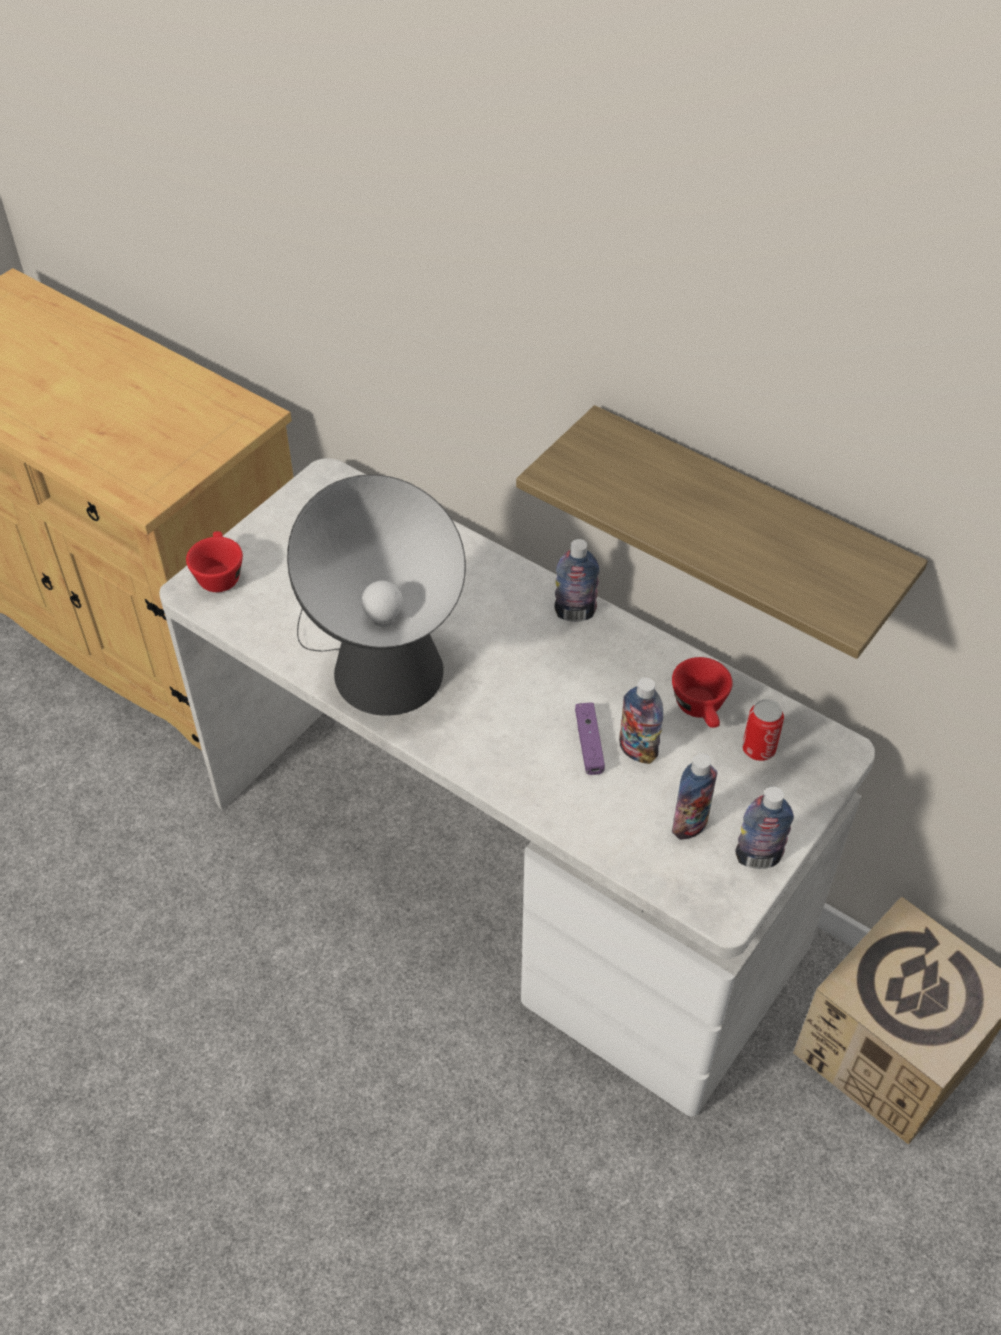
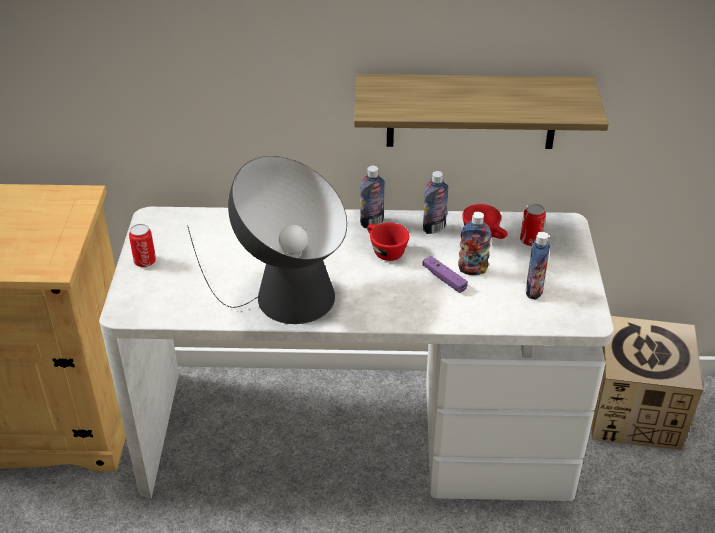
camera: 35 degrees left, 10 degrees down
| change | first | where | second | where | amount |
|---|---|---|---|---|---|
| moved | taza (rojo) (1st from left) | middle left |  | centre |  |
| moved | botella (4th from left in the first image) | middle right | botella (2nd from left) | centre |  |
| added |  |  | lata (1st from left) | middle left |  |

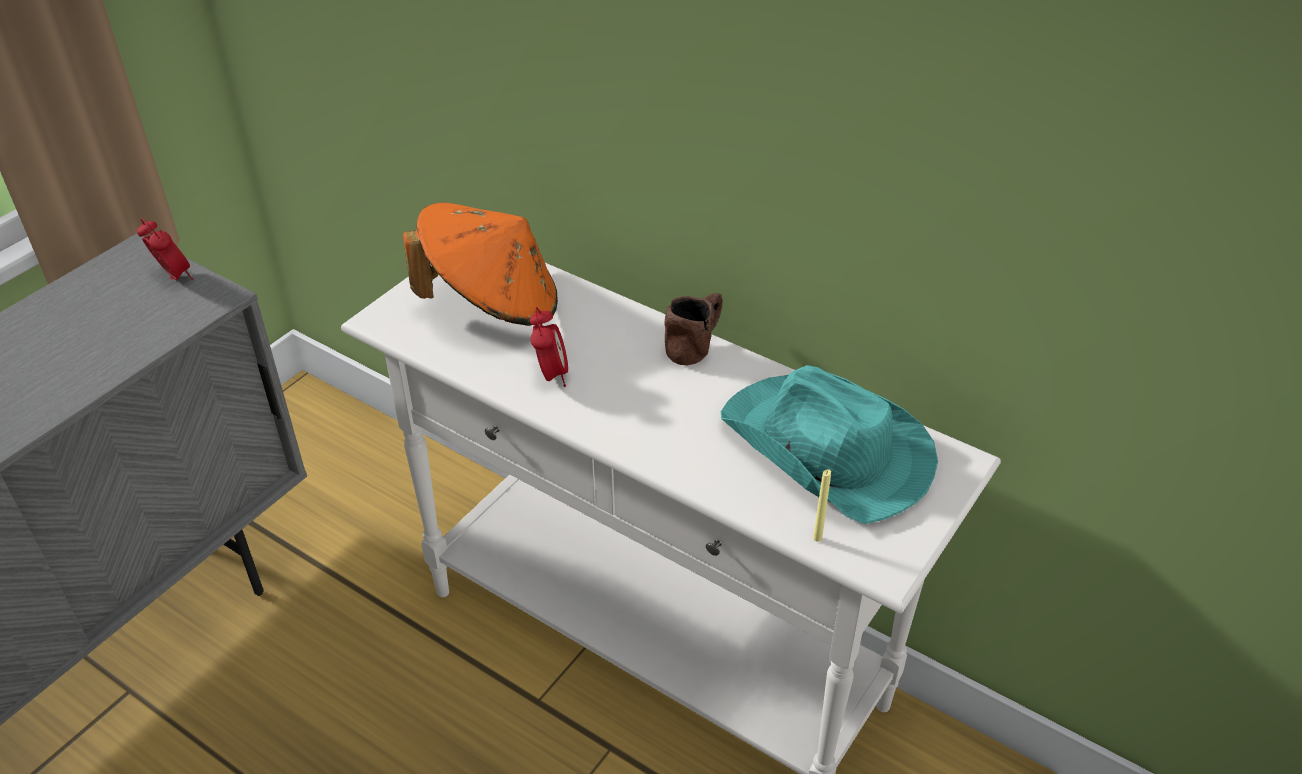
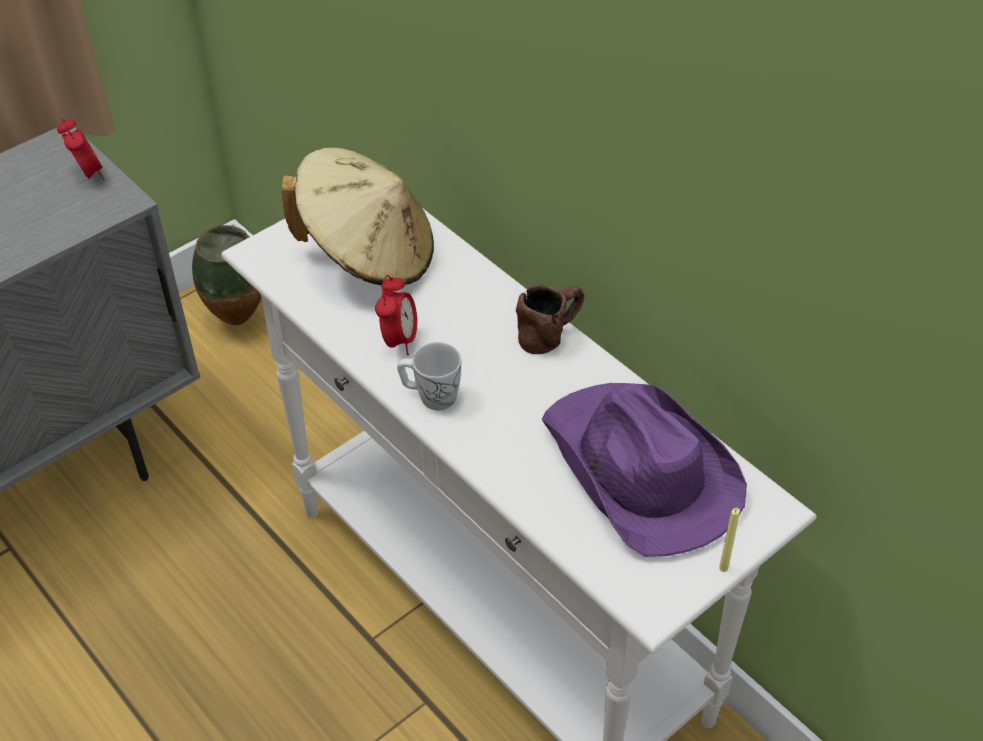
camera: 15 degrees right, 5 degrees up
| change | first | where | second | where | amount |
|---|---|---|---|---|---|
| recoloured | sombrero (naranja) | centre | sombrero (beis) | top centre |  |
| recoloured | sombrero (turquesa) | centre | sombrero (morado) | centre |  |
| moved | vela (amarillo) | centre |  | bottom right |  |
| added |  |  | florero | middle left |  |
| added |  |  | taza grande (blanco) | centre |  |

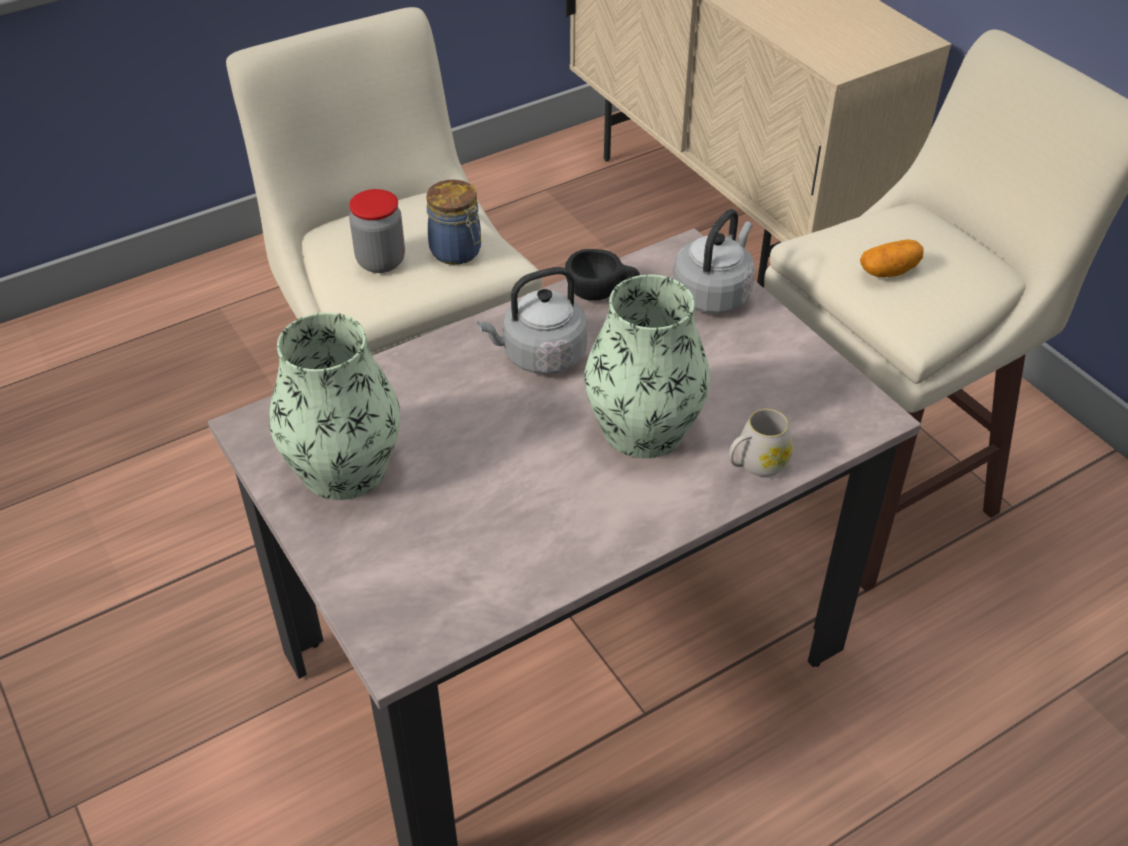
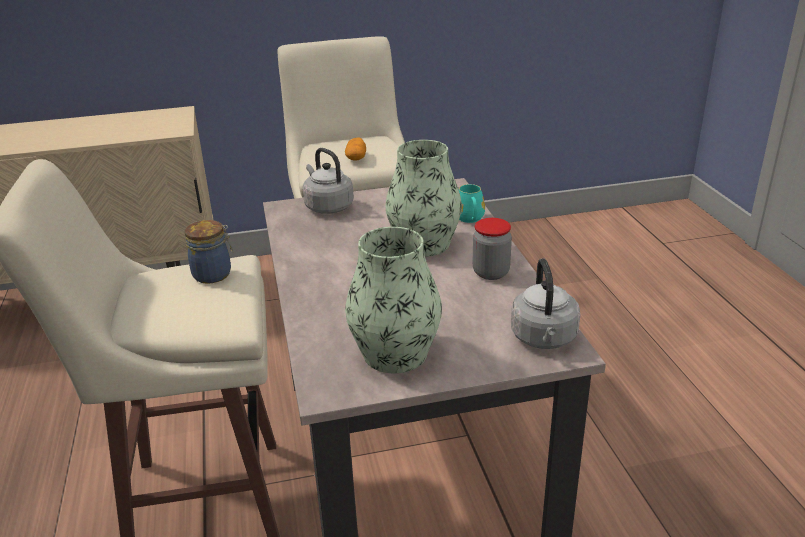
camera: 70 degrees left, 15 degrees down
| change | first | where | second | where | amount |
|---|---|---|---|---|---|
| moved | tarro (1st from left in the first image) | top centre | tarro (2nd from left) | centre |  |
| removed | taza (negro) | top centre |  |  |  |
| moved | hervidor (gris) (1st from left in the first image) | centre | hervidor (gris) (2nd from left) | middle right |  |
| recoloured | taza grande (blanco) | middle right | taza grande (turquesa) | centre |  |

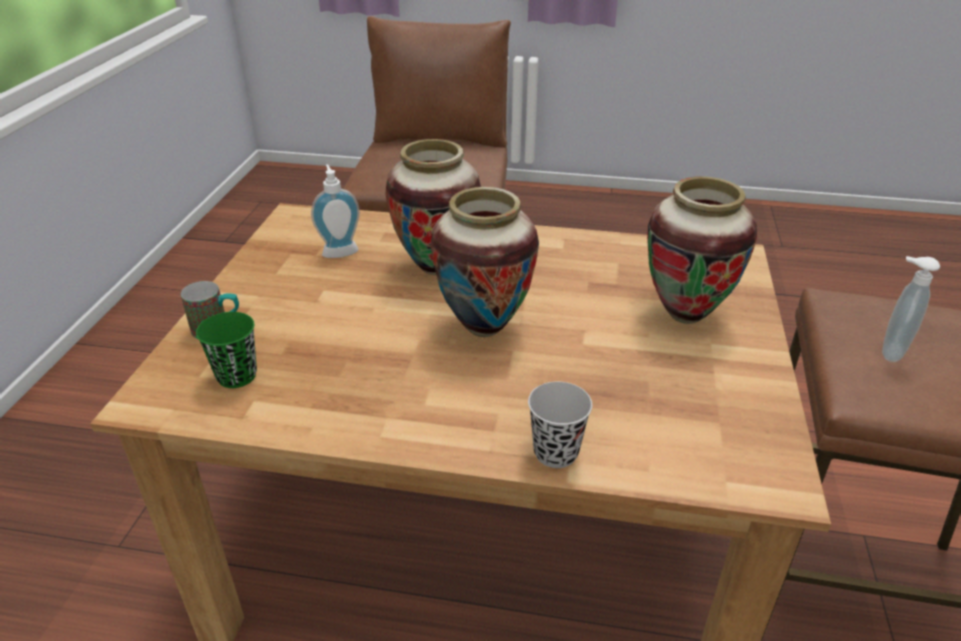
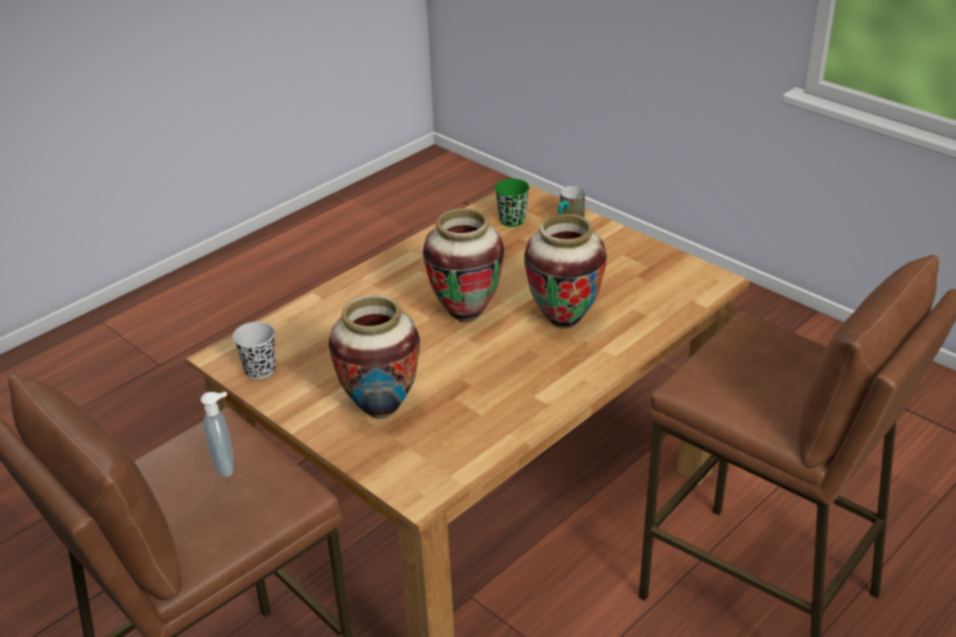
camera: 125 degrees right, 0 degrees up
| change | first | where | second | where | amount |
|---|---|---|---|---|---|
| removed | dispensador de jabón (1st from left) | top centre |  |  |  |
| moved | taza (negro) | centre |  | middle left |  |

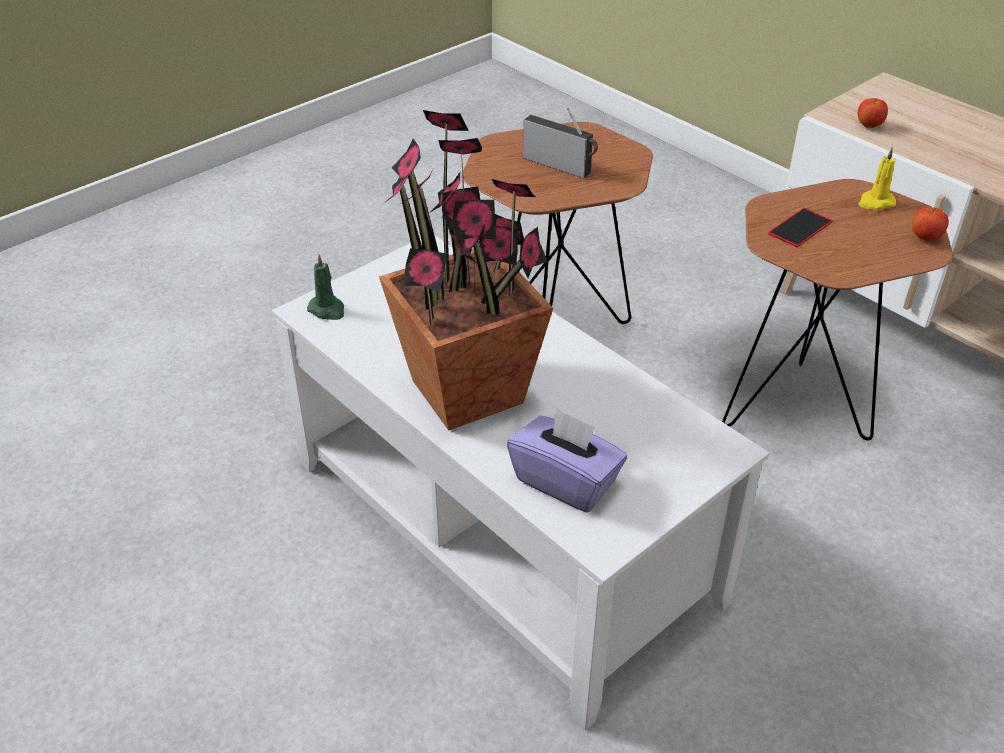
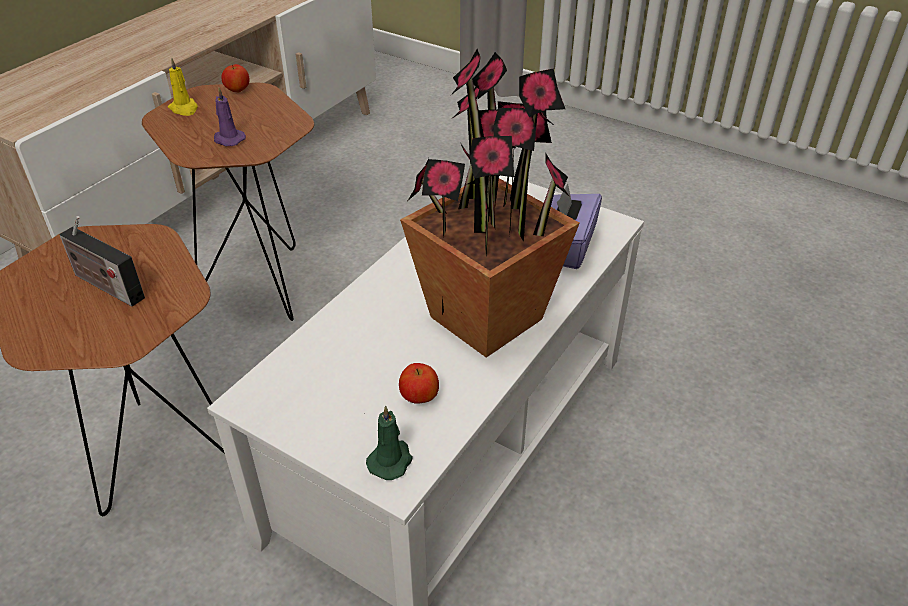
camera: 105 degrees left, 0 degrees up
| change | first | where | second | where | amount |
|---|---|---|---|---|---|
| moved | manzana (1st from left in the first image) | top right | manzana (2nd from left) | centre |  |
| turned | radio | top centre |  | middle left | 75 degrees counterclockwise |
| replaced | móvil | top right | vela (morado) | top left |  |

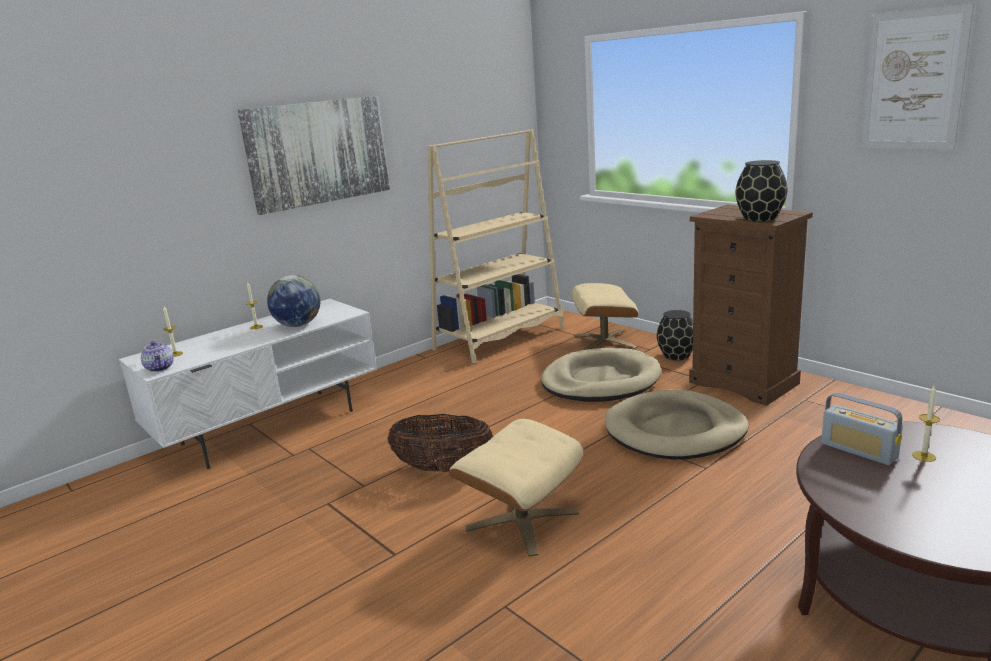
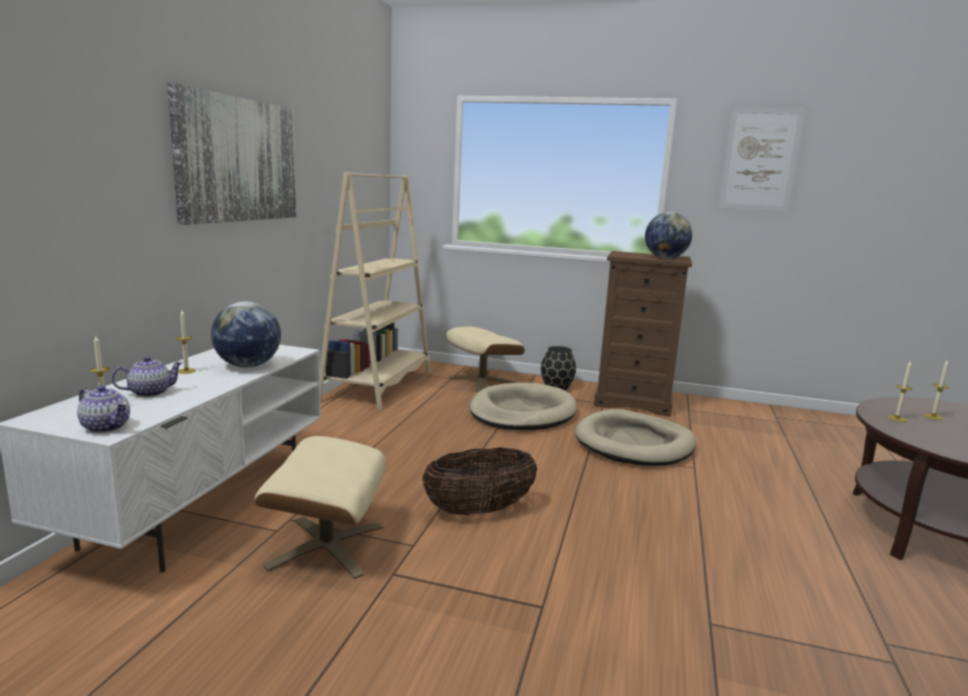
camera: 35 degrees left, 5 degrees down
| change | first | where | second | where | amount |
|---|---|---|---|---|---|
| replaced | florero (negro) (2nd from left) | top right | globo terráqueo (2nd from left) | middle right |  |
| replaced | radio | middle right | vela (3rd from left) | middle right |  |
| moved | puf (beis) (1st from left) | bottom centre |  | bottom left |  |
| added |  |  | tetera (2nd from left) | middle left |  |

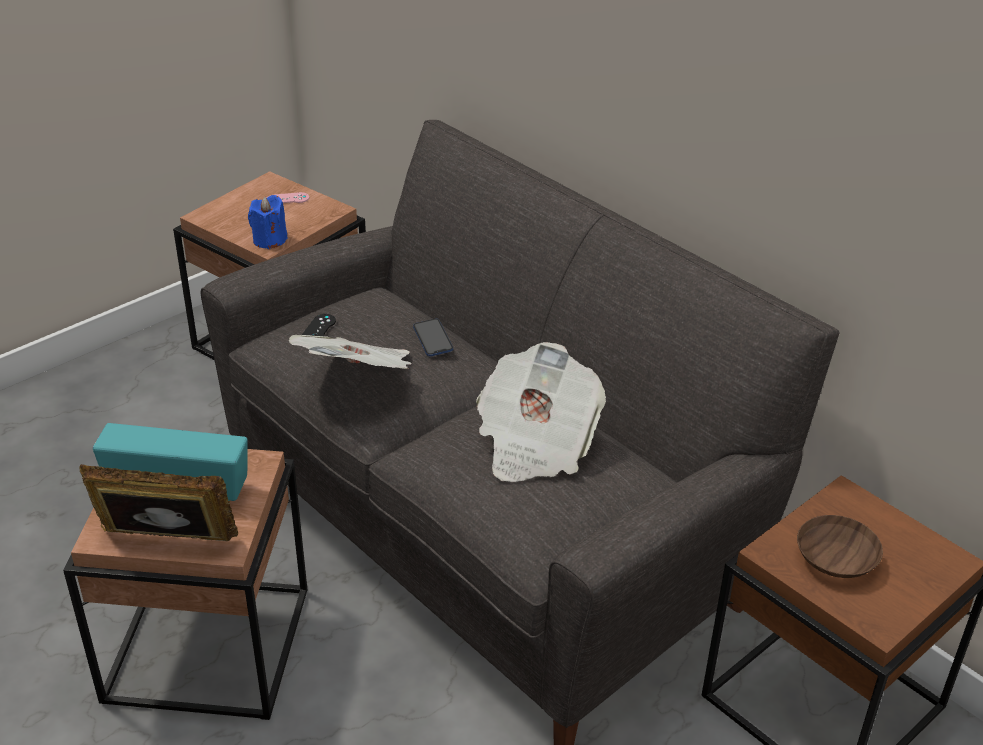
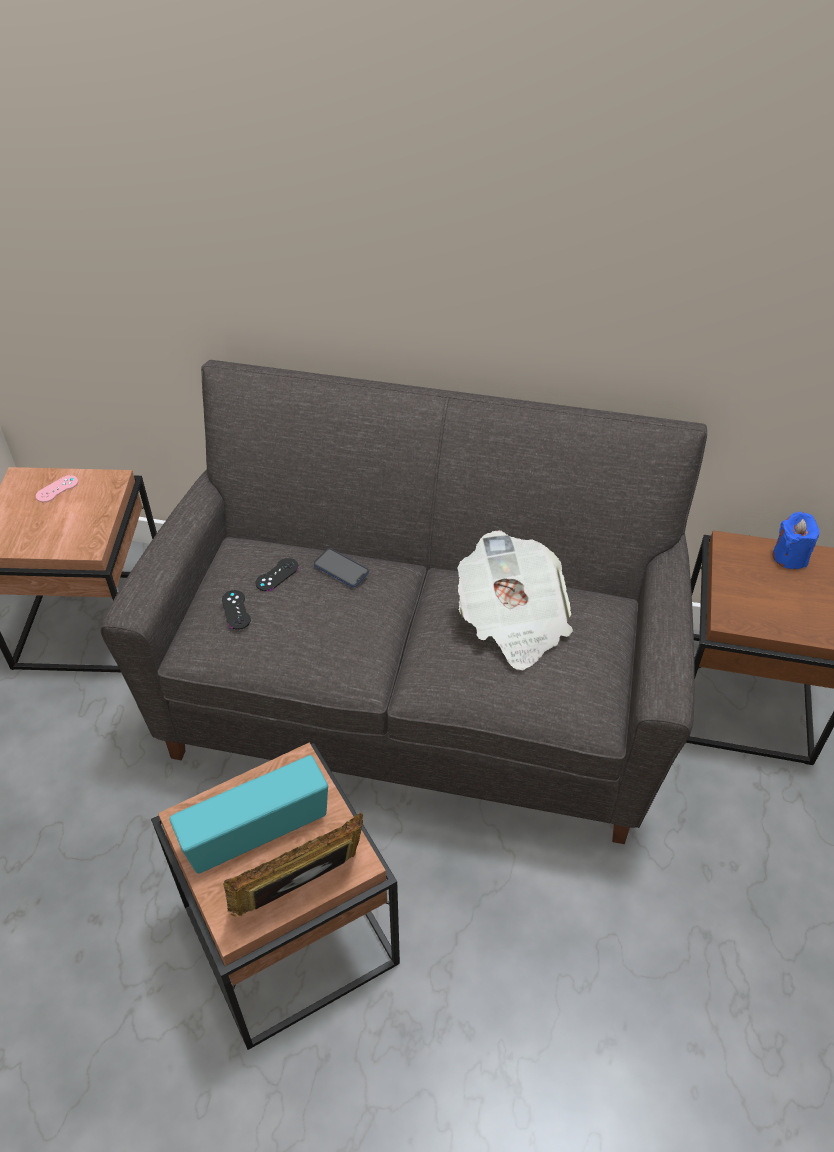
camera: 35 degrees left, 10 degrees up
| change | first | where | second | where | amount |
|---|---|---|---|---|---|
| moved | vela (azul) | top left |  | middle right |  |
| removed | periódico (1st from left) | centre |  |  |  |
| removed | cuenco (marrón) | bottom right |  |  |  |
| added |  |  | mando de consola (negro) (2nd from left) | middle left |  |

